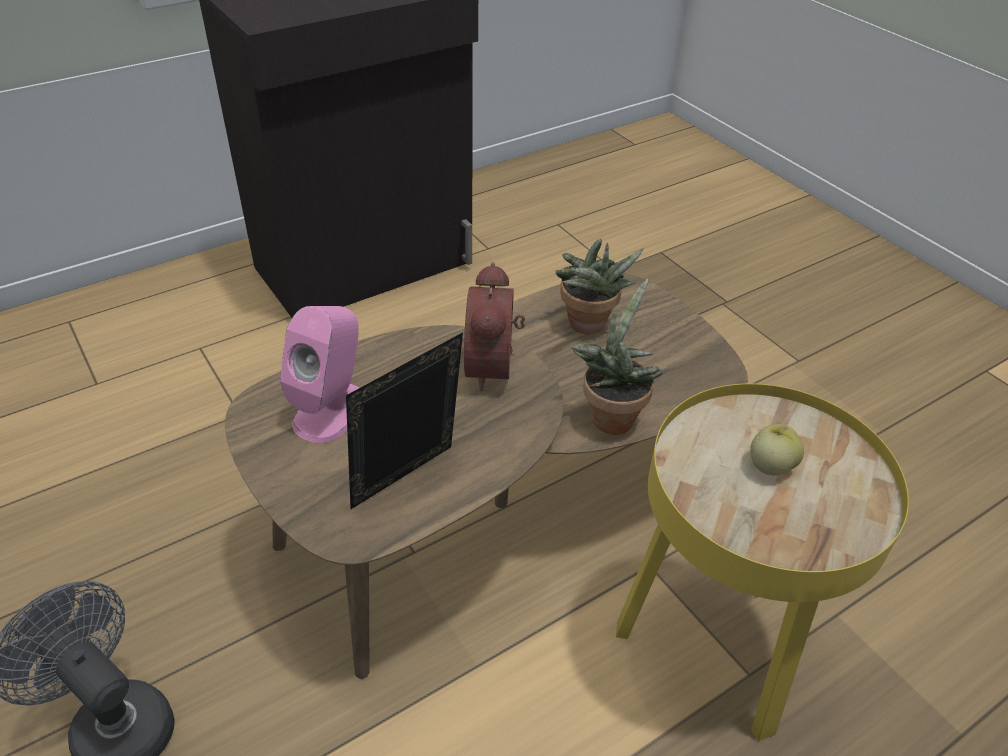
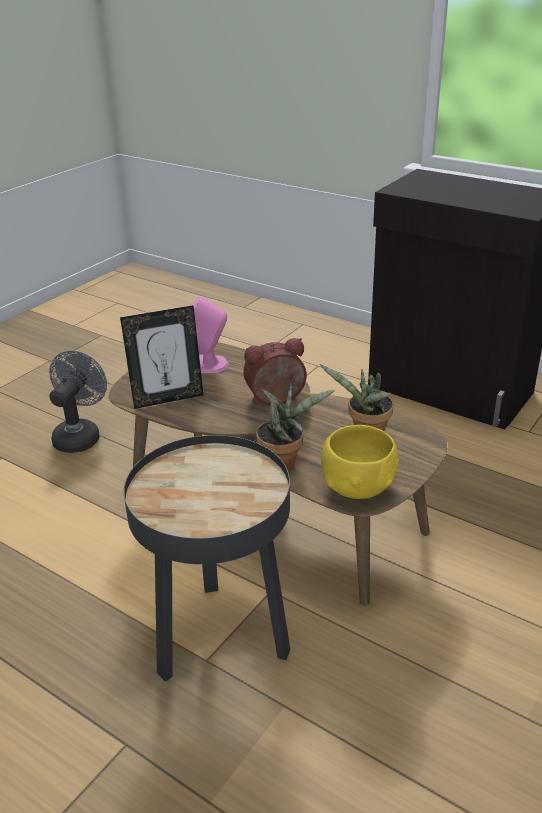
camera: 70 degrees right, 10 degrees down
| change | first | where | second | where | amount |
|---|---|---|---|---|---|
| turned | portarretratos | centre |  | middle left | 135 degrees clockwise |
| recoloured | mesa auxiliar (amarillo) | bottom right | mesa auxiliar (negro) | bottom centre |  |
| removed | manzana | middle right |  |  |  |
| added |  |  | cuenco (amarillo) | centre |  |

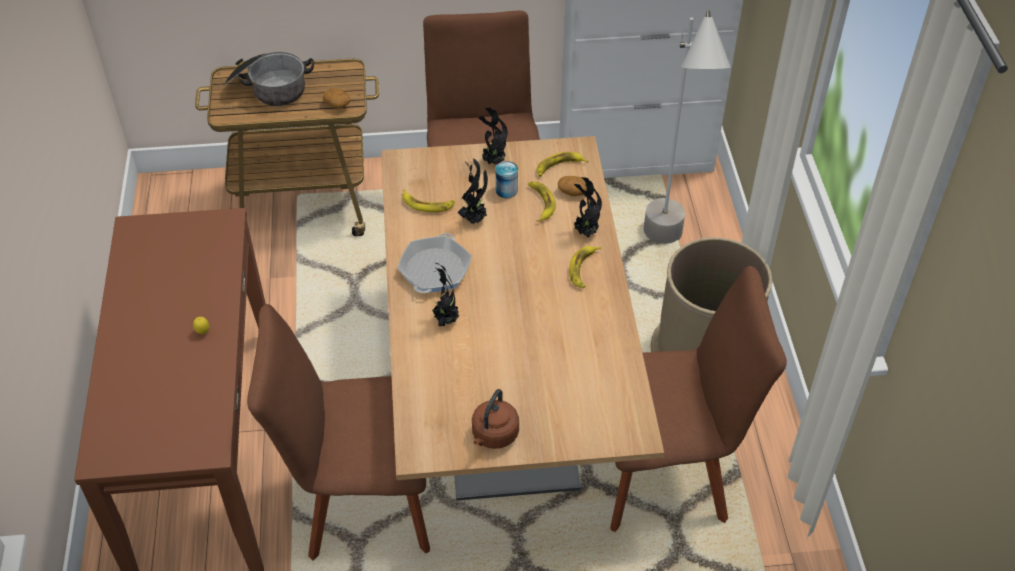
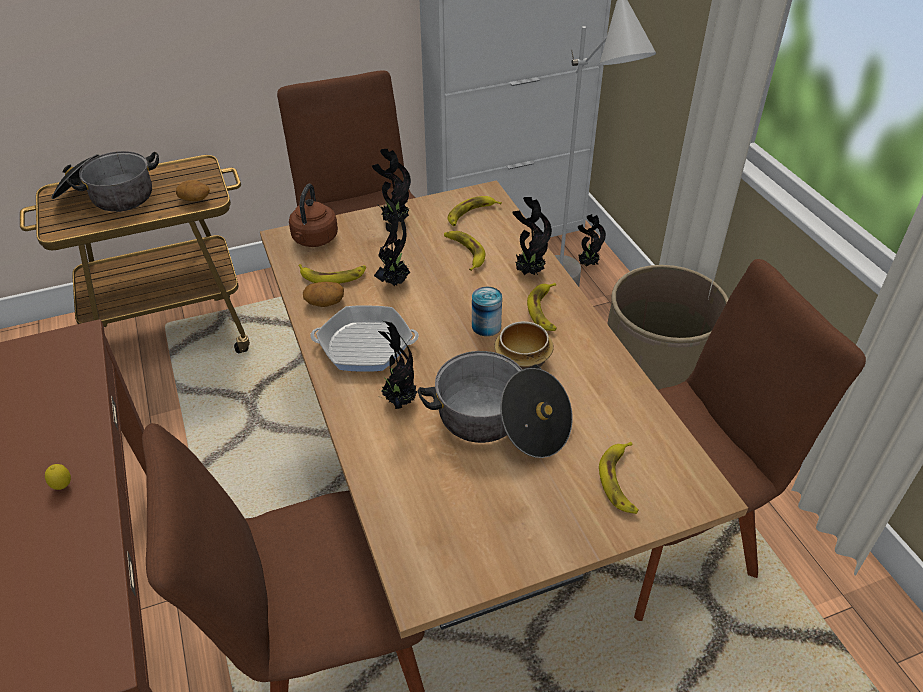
camera: 15 degrees left, 5 degrees down
| change | first | where | second | where | amount |
|---|---|---|---|---|---|
| moved | lata | top centre |  | centre |  |
| moved | patata (2nd from left) | top centre |  | centre |  |
| turned | sartén | centre |  | centre | 90 degrees counterclockwise |
| moved | hervidor (marrón) | bottom centre |  | top centre |  |
| added |  |  | planta en maceta (5th from left) | centre |  |
| added |  |  | cuenco | centre |  |
| added |  |  | olla (2nd from left) | centre |  |
| added |  |  | plátano (5th from left) | bottom right |  |

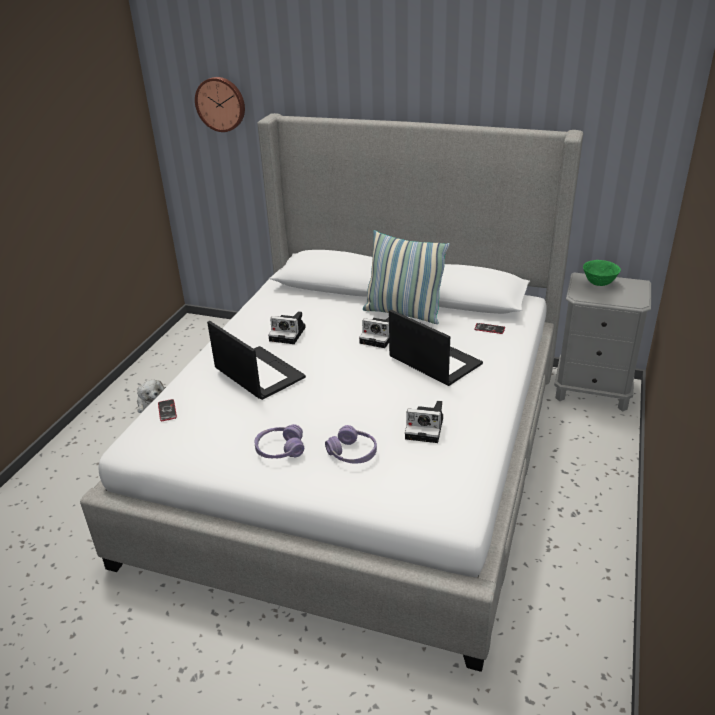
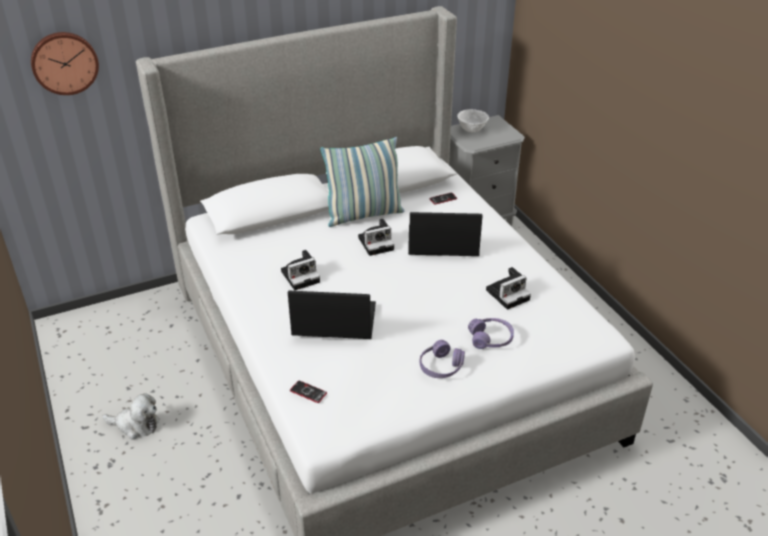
camera: 45 degrees left, 5 degrees up
| change | first | where | second | where | amount |
|---|---|---|---|---|---|
| recoloured | cuenco (verde) | middle right | cuenco (blanco) | top centre |  |

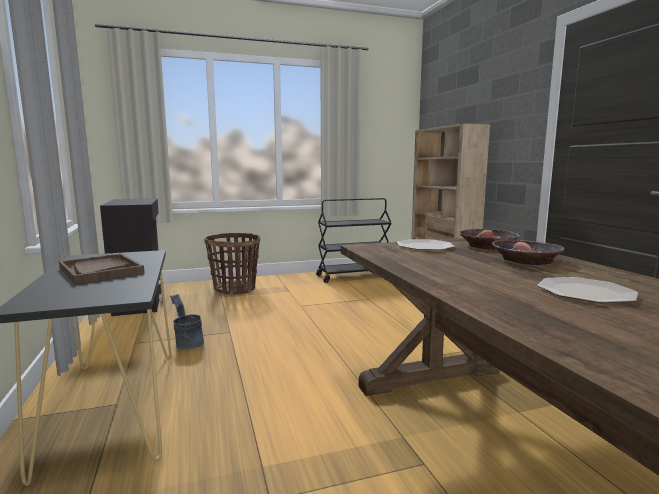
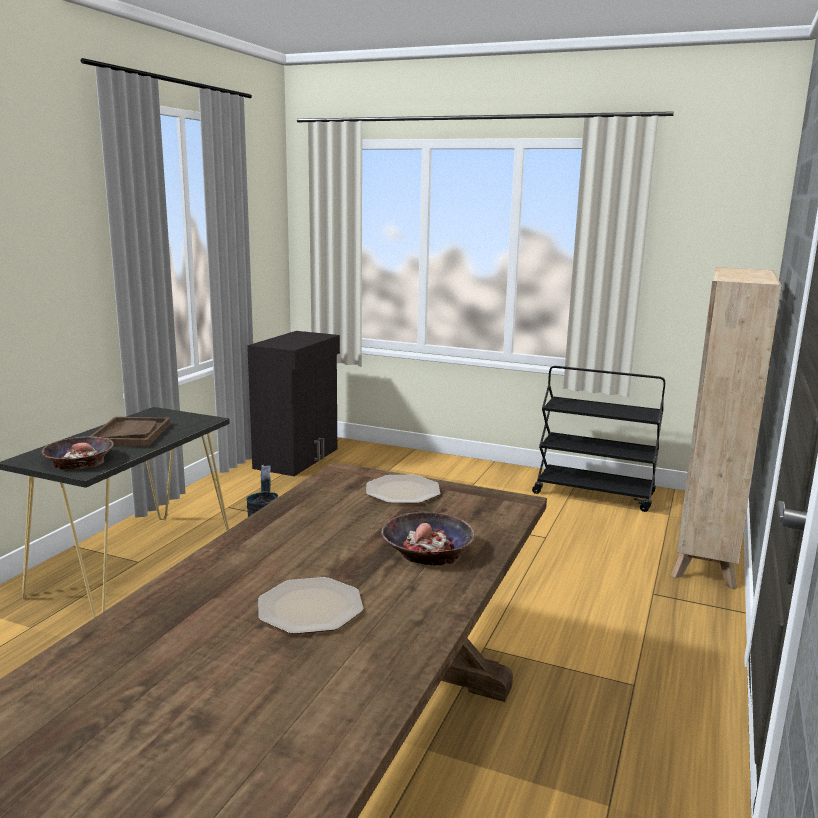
camera: 40 degrees right, 5 degrees up
| change | first | where | second | where | amount |
|---|---|---|---|---|---|
| moved | cuenco (1st from left) | middle right |  | middle left |  |
| removed | cesta | centre |  |  |  |

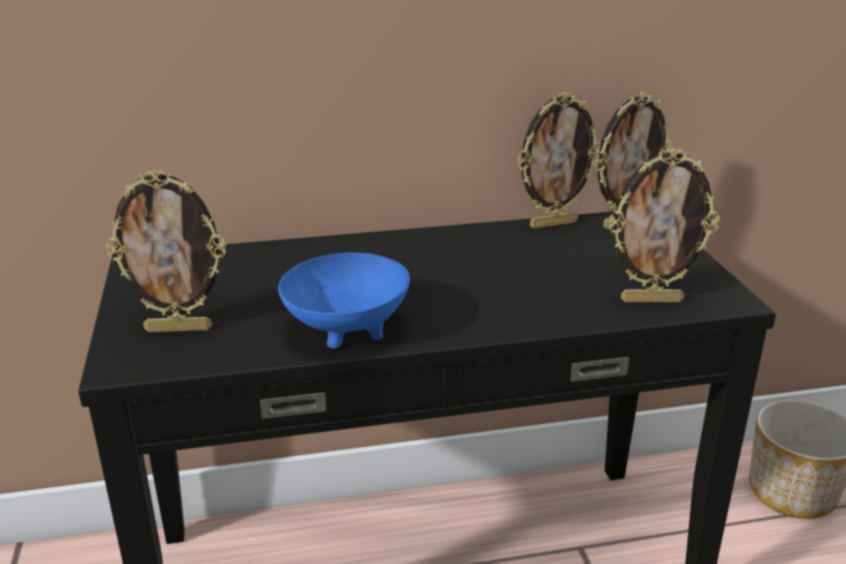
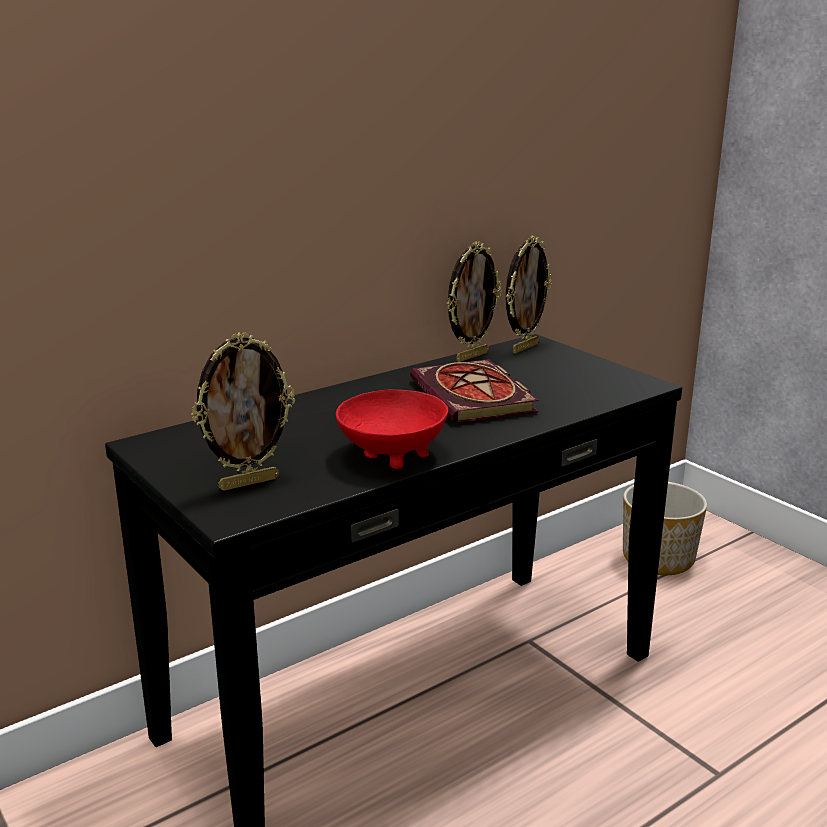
camera: 25 degrees left, 5 degrees down
| change | first | where | second | where | amount |
|---|---|---|---|---|---|
| removed | portarretratos (4th from left) | middle right |  |  |  |
| recoloured | cuenco (azul) | centre | cuenco (rojo) | centre |  |
| added |  |  | libro | centre |  |

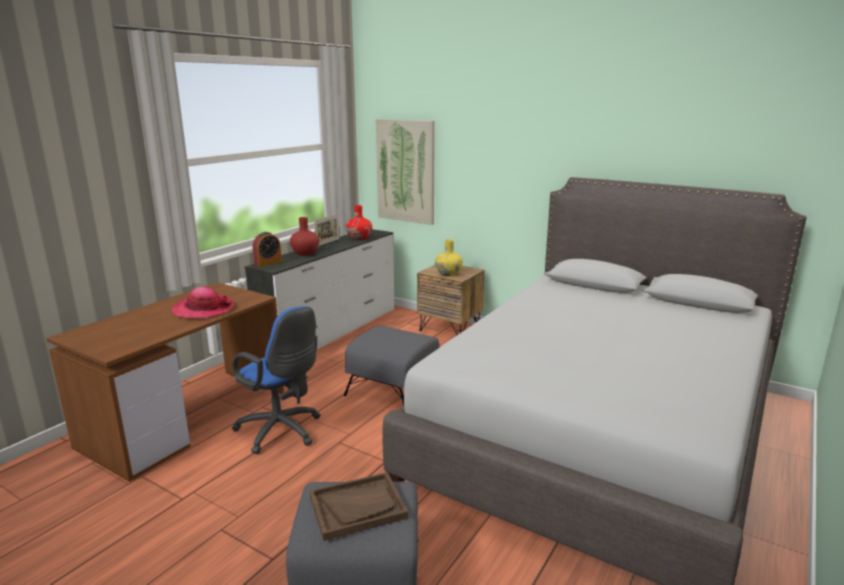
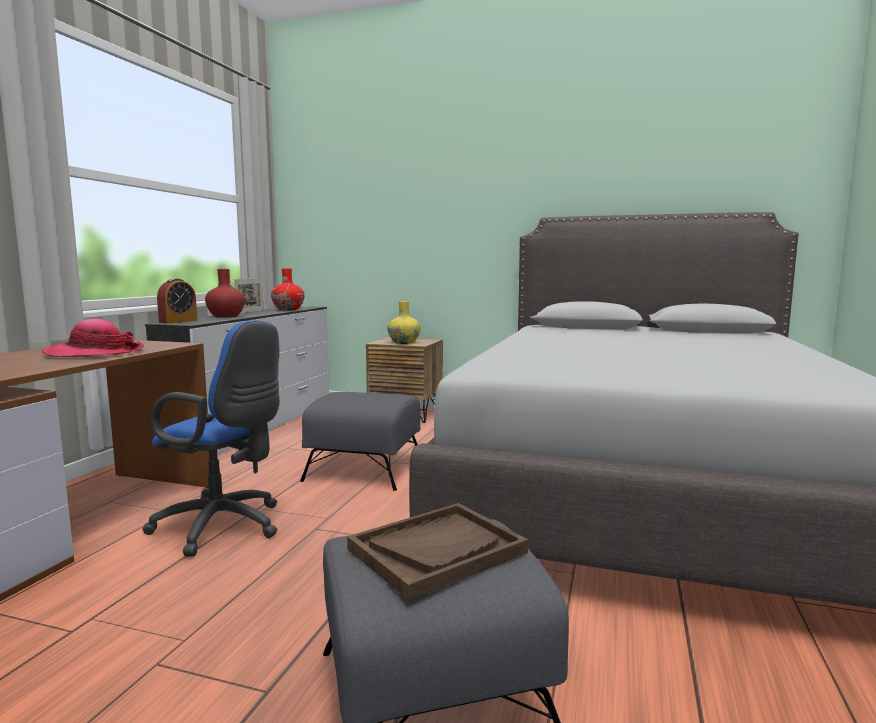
camera: 15 degrees left, 10 degrees down
| change | first | where | second | where | amount |
|---|---|---|---|---|---|
| removed | cuadro | top centre |  |  |  |

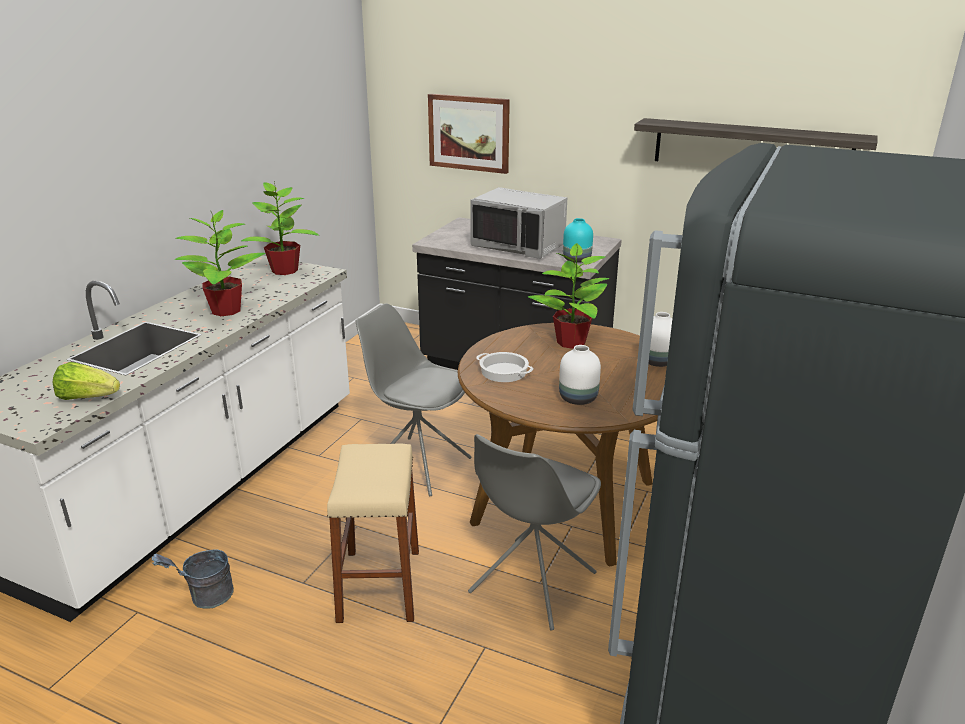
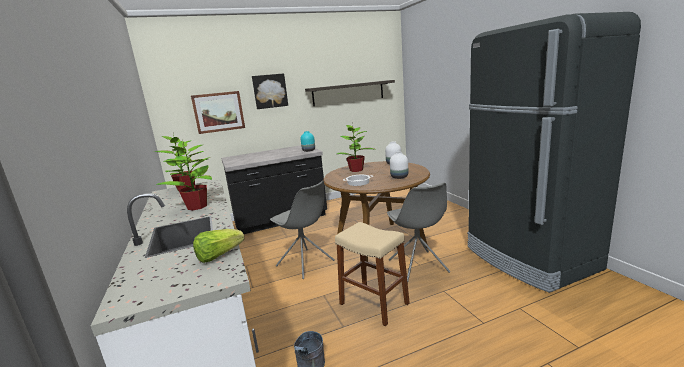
camera: 45 degrees left, 10 degrees down
| change | first | where | second | where | amount |
|---|---|---|---|---|---|
| removed | microondas (gris) | top centre |  |  |  |
| turned | silla (gris) (1st from left) | centre |  | centre | 120 degrees counterclockwise |
| added |  |  | cuadro (2nd from left) | top centre |  |

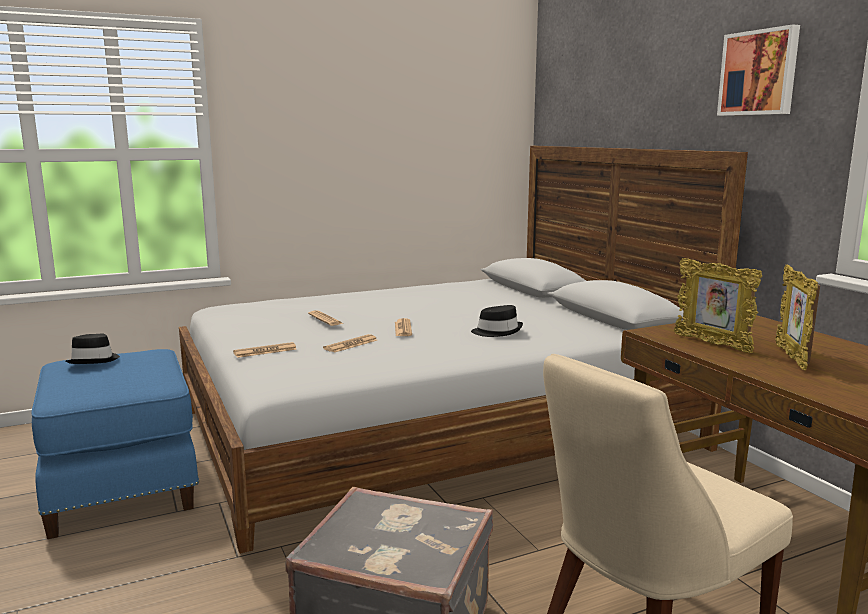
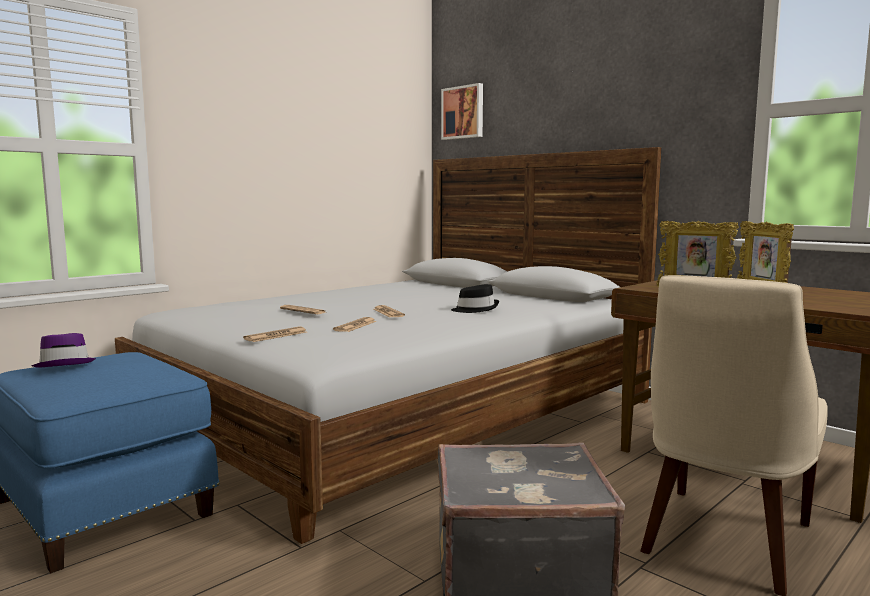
camera: 20 degrees left, 5 degrees down
| change | first | where | second | where | amount |
|---|---|---|---|---|---|
| moved | cuadro | top right |  | top centre |  |
| recoloured | sombrero (negro) (1st from left) | middle left | sombrero (morado) | middle left |  |

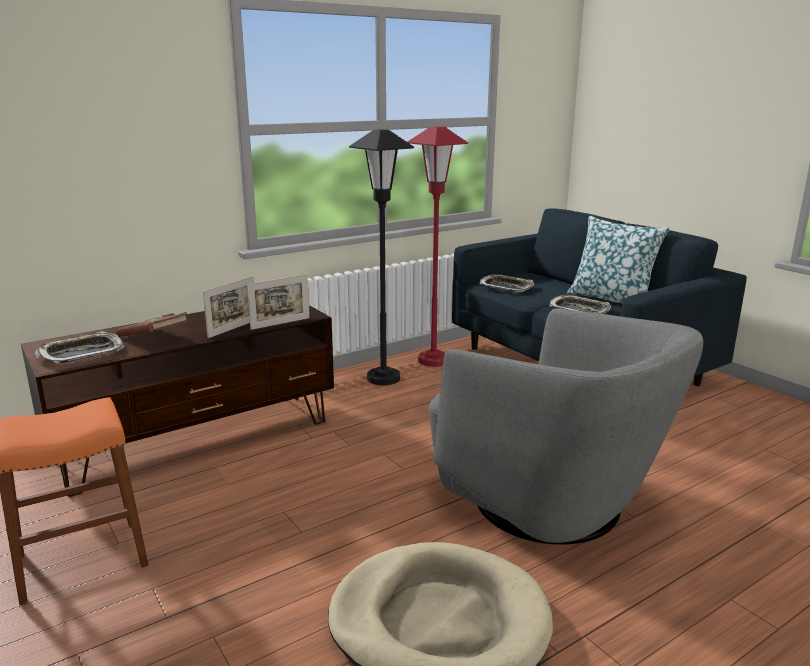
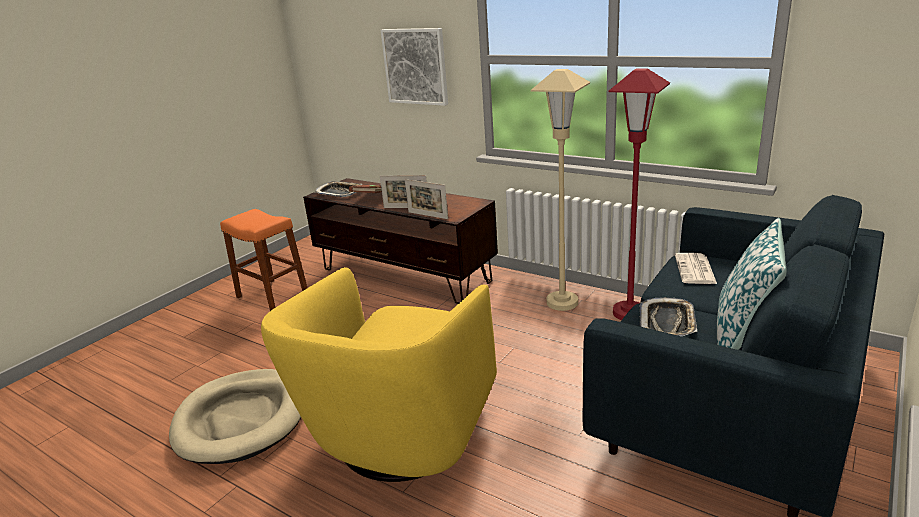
camera: 70 degrees right, 5 degrees up
| change | first | where | second | where | amount |
|---|---|---|---|---|---|
| recoloured | lámpara de pie (negro) | centre | lámpara de pie (beis) | centre |  |
| replaced | bandeja (2nd from left) | centre | periódico | middle right |  |
| recoloured | sillón (gris) | middle right | sillón (amarillo) | bottom centre |  |
| added |  |  | cuadro | top centre |  |

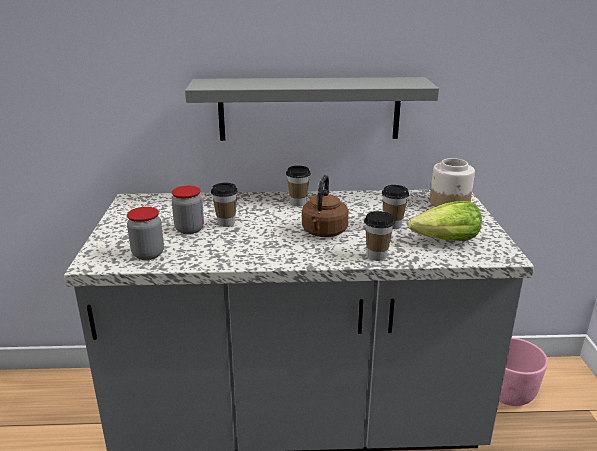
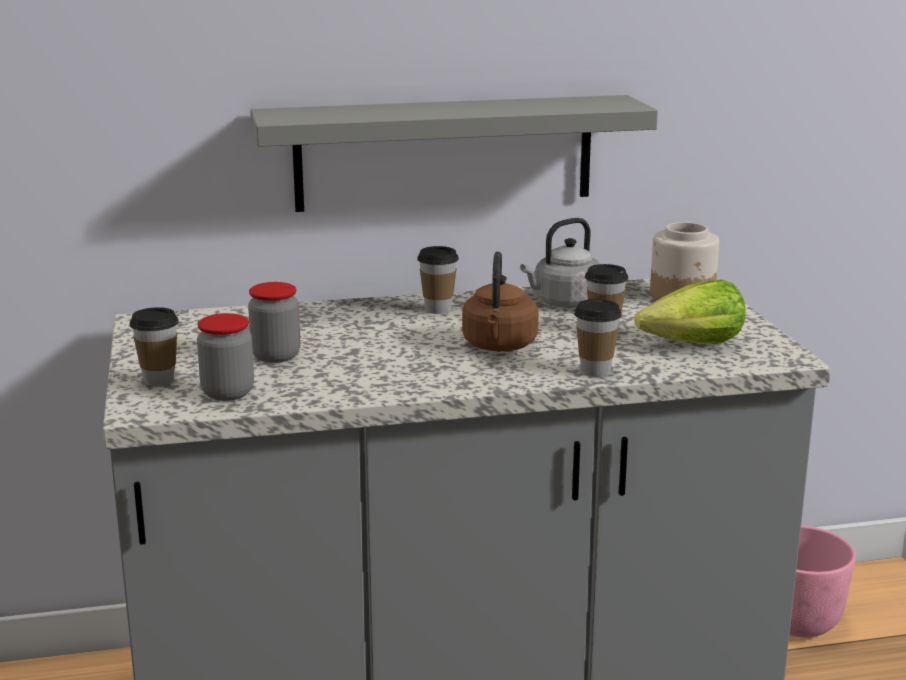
camera: 10 degrees left, 5 degrees down
| change | first | where | second | where | amount |
|---|---|---|---|---|---|
| moved | taza (1st from left) | centre |  | middle left |  |
| added |  |  | hervidor (gris) | centre |  |

